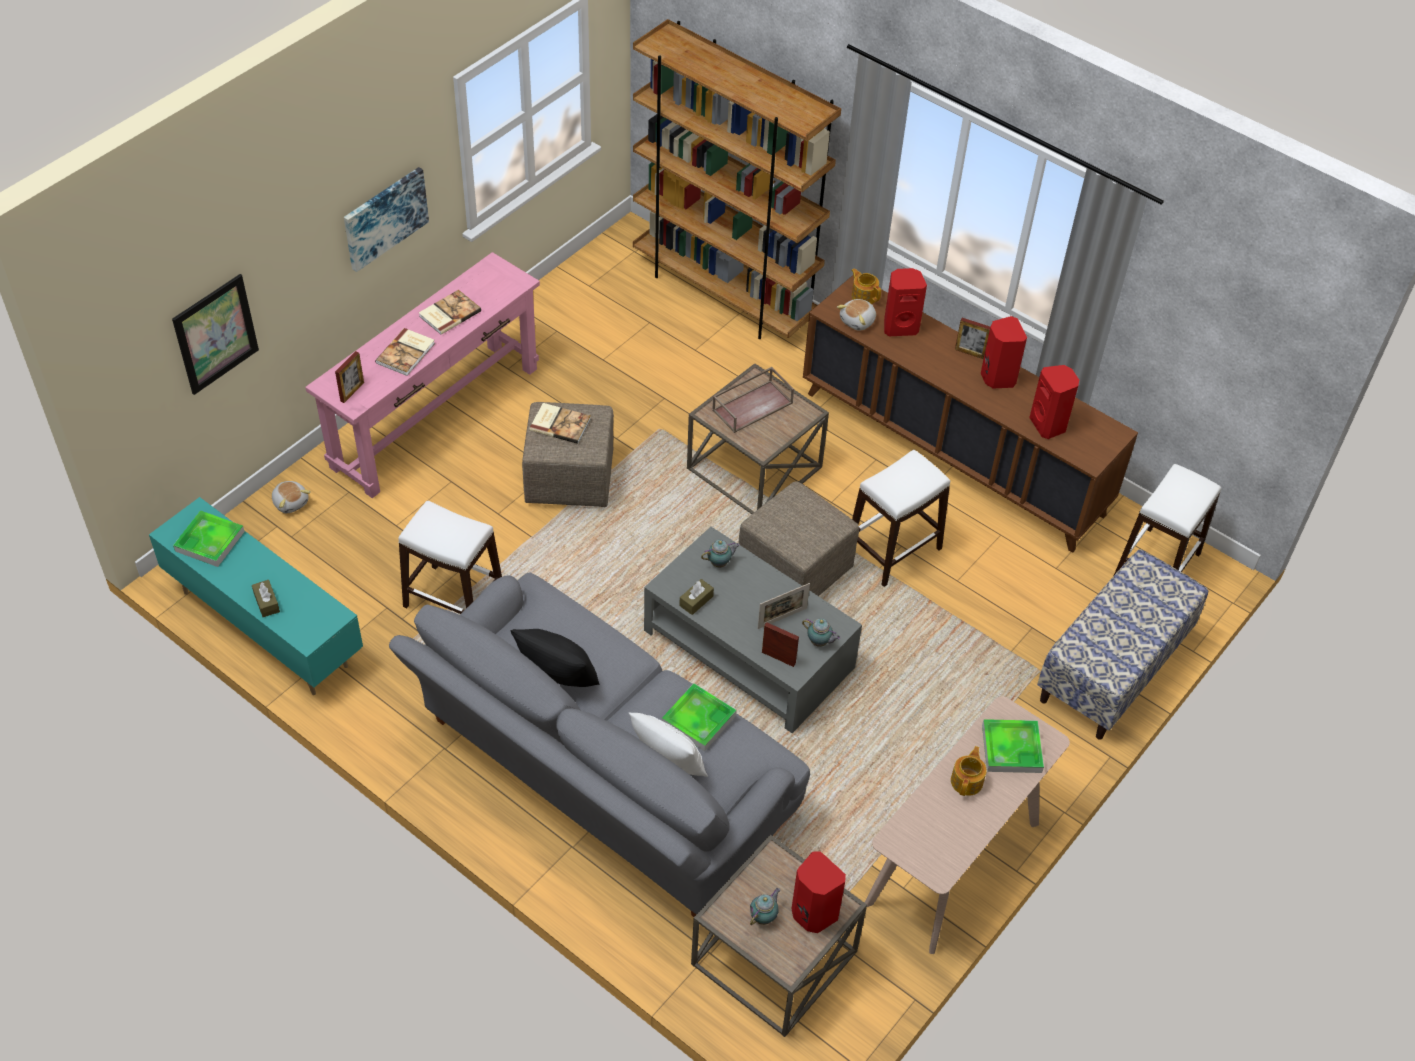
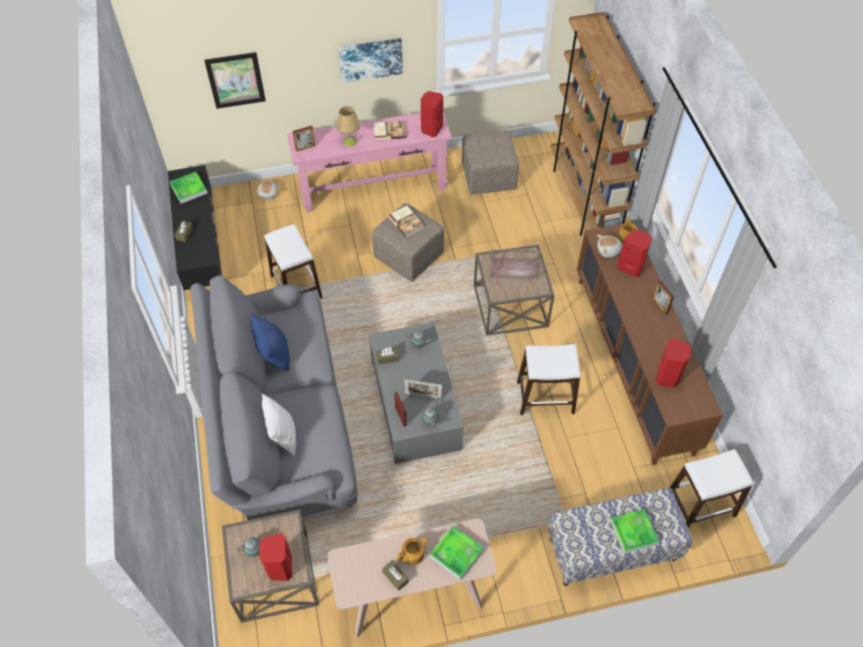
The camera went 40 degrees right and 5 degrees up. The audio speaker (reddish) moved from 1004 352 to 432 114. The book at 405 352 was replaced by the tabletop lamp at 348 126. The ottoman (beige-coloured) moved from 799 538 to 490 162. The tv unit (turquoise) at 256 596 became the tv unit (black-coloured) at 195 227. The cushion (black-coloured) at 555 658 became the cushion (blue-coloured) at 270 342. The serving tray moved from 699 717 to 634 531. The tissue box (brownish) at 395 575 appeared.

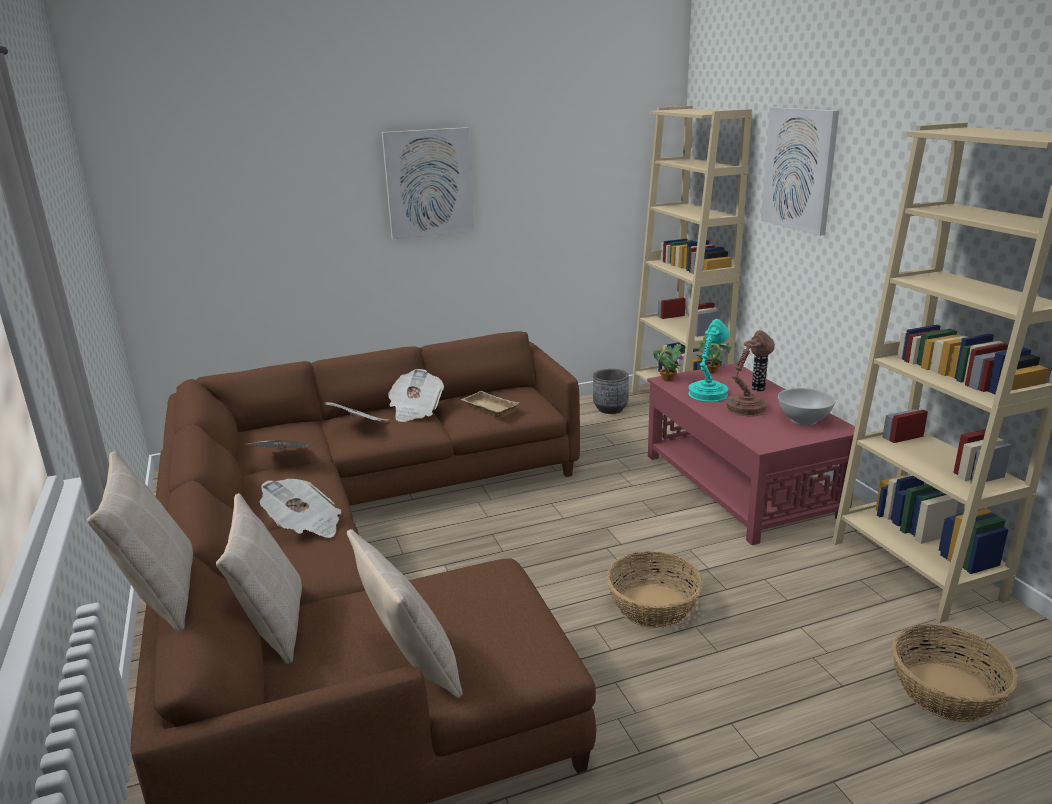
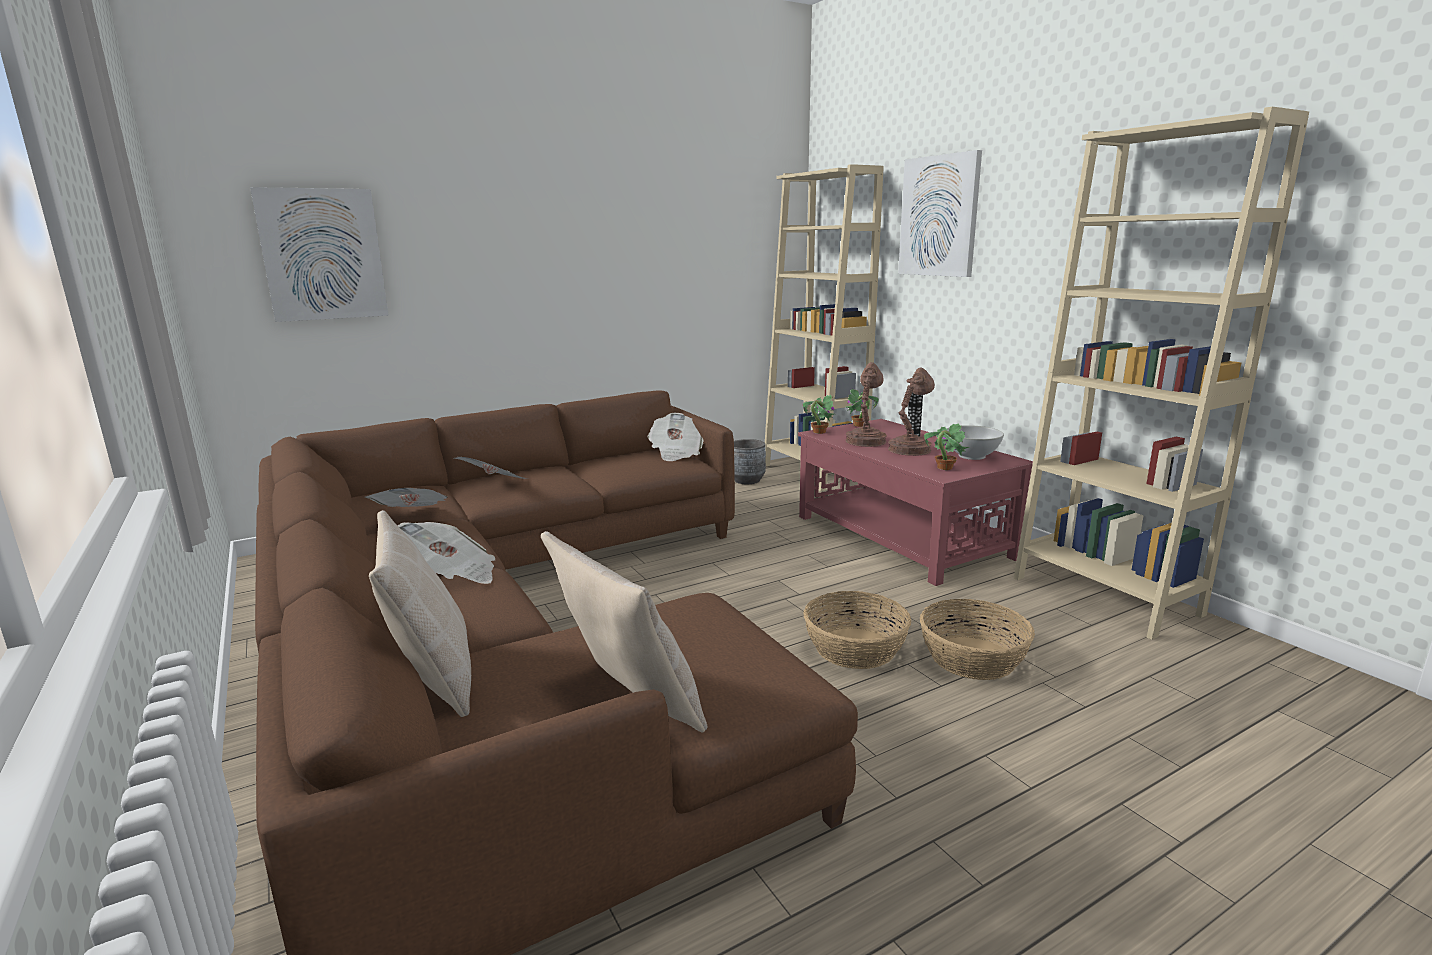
The camera went 10 degrees left and 5 degrees down. The wall art moved from 428 183 to 319 254. The tabletop lamp (turquoise) at 708 360 became the tabletop lamp (brownish) at 866 404. The printed paper moved from 416 395 to 675 437. The serving tray (beige-coloured) at 490 404 disappeared. The cushion (beige-coloured) at 140 541 disappeared. The basket moved from 955 673 to 977 639. The potted plant at 946 446 appeared.

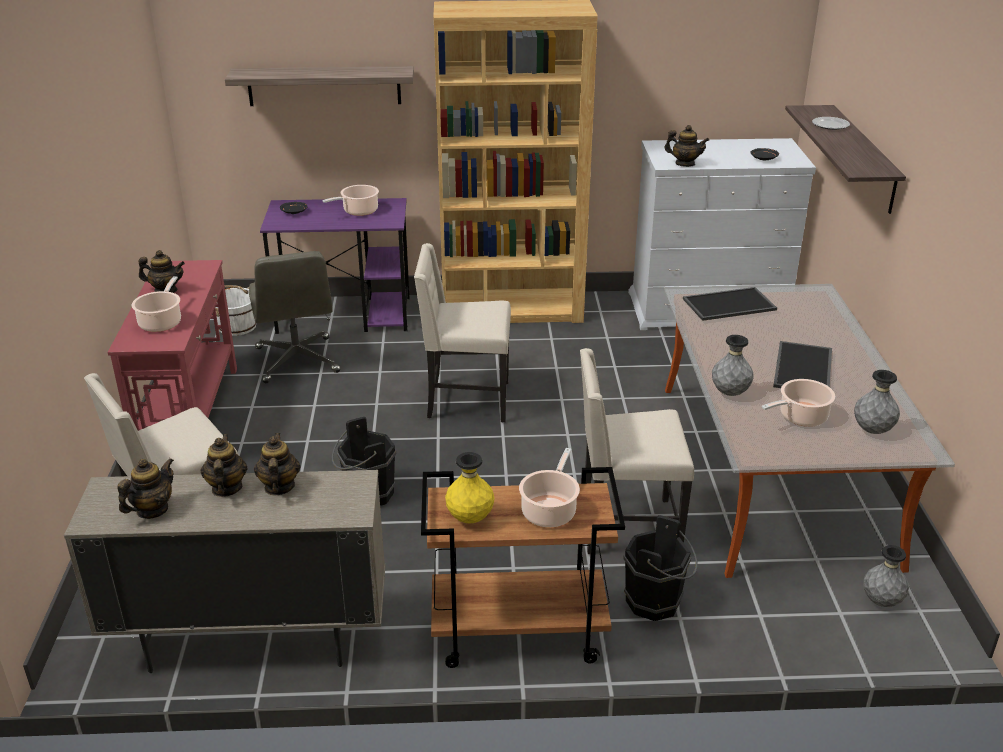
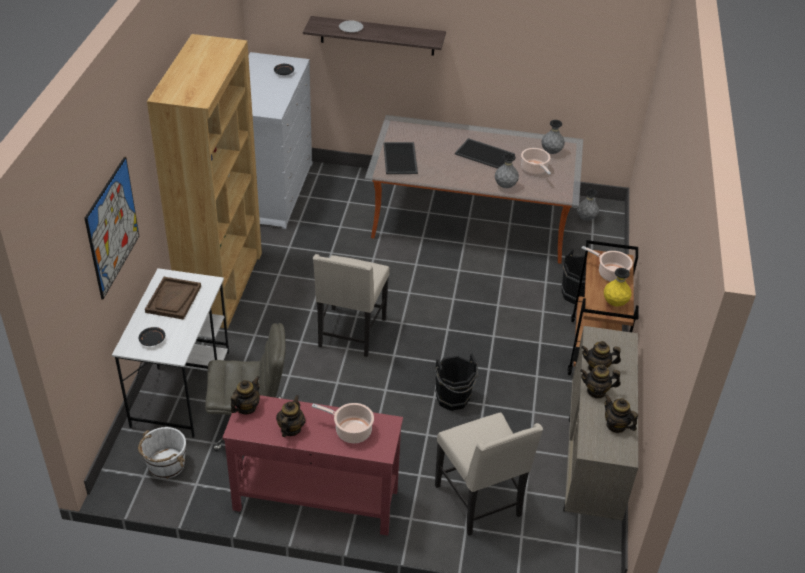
The camera went 80 degrees left and 10 degrees up. The bracket shelf at 319 86 was replaced by the wall art at 111 228. The teapot moved from 686 146 to 245 395. The stockpot at 350 200 was replaced by the serving tray (brownish) at 173 298. The desk unit (purplish) at 335 266 became the desk unit (white-coloured) at 170 353. The chair (beige-coloured) at 637 451 disappeared.

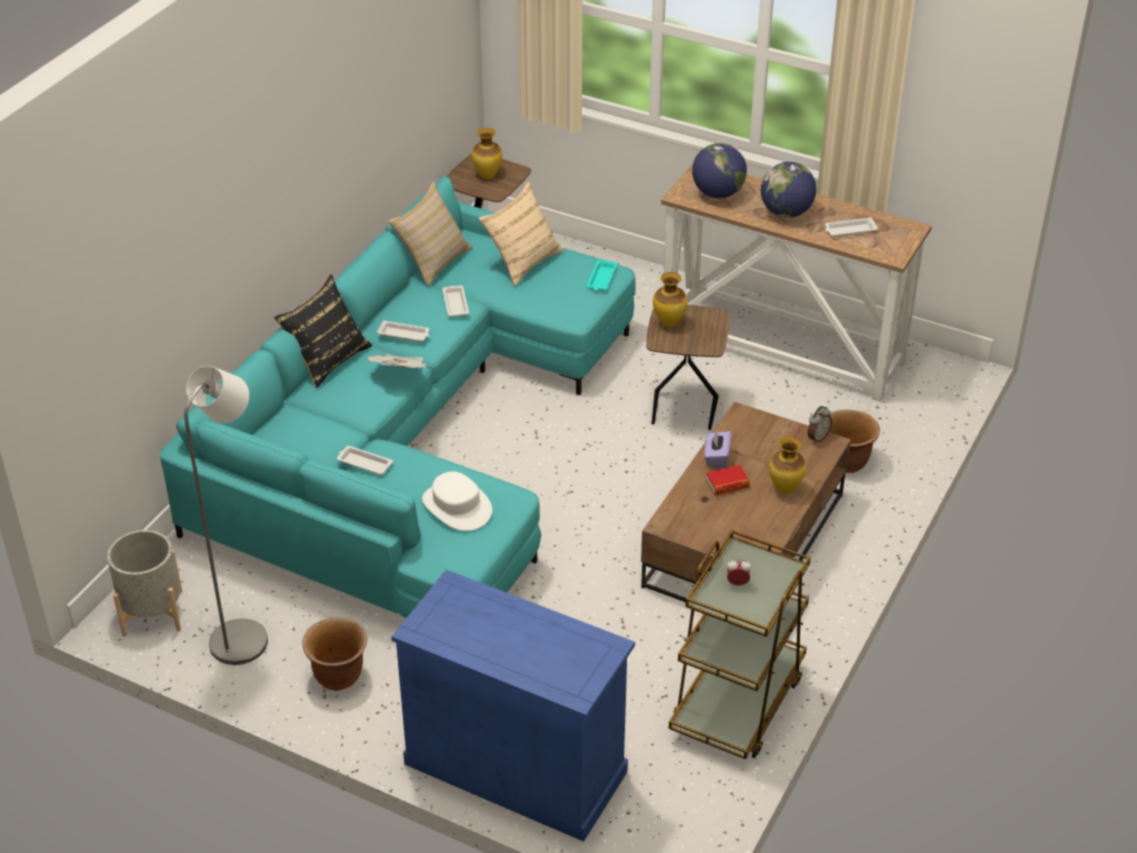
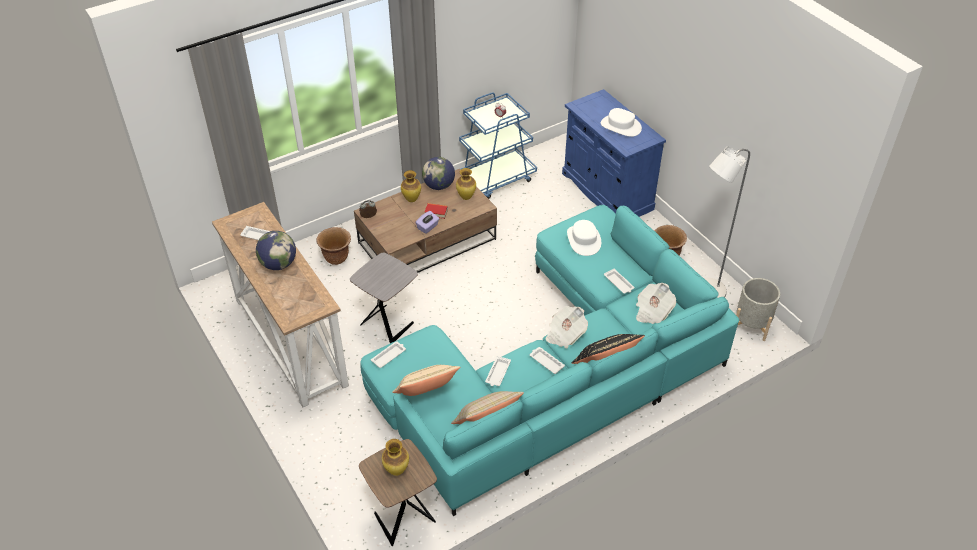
The camera went 150 degrees left and 5 degrees up. The desk globe moved from 719 170 to 438 173. The serving tray (turquoise) at 602 275 became the serving tray (white-coloured) at 388 354. The vase moved from 670 299 to 466 184. The end table (brownish) at 687 367 became the end table (gray) at 384 298. The trolley (brownish) at 739 644 became the trolley (blue-coloured) at 498 145. The hat (white-coloured) at 621 122 appeared. The printed paper at 656 303 appeared.

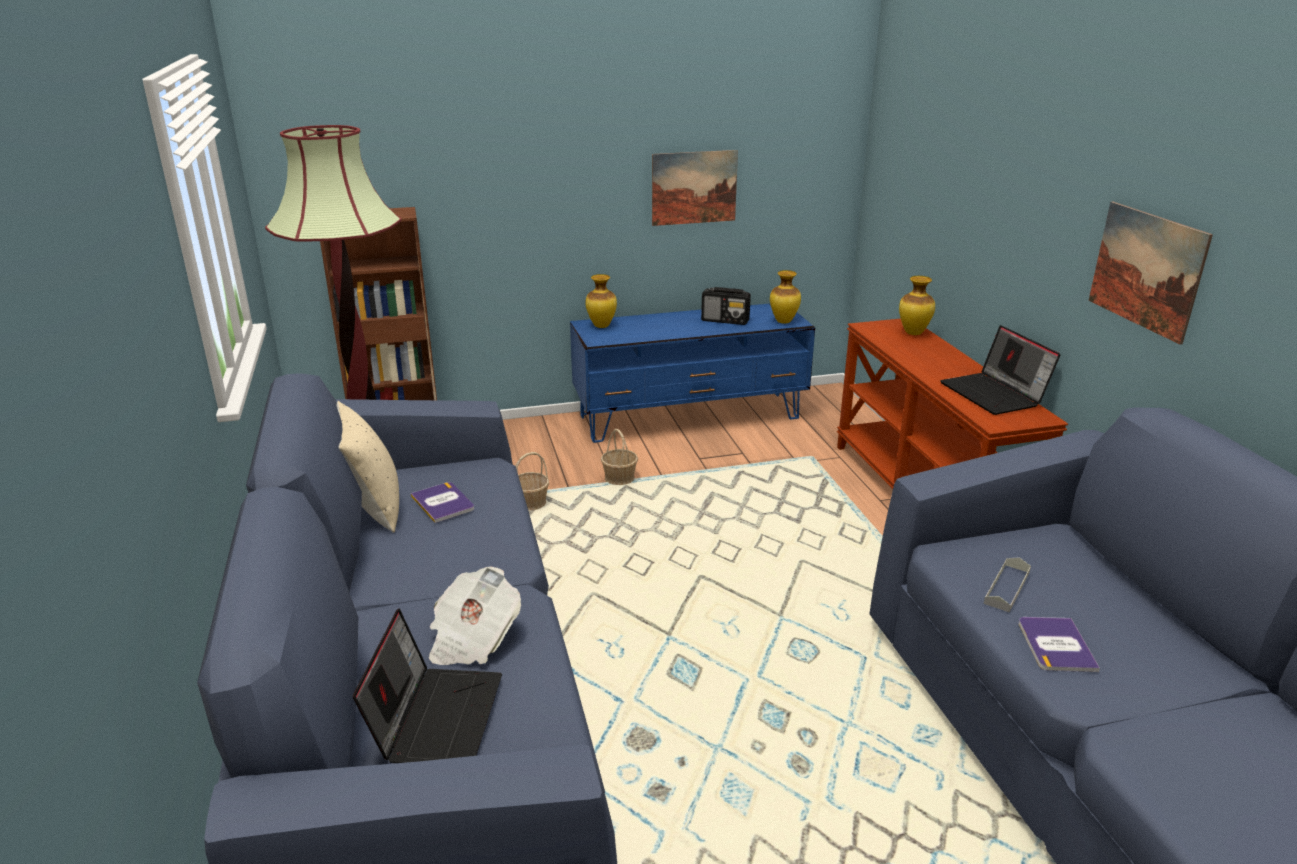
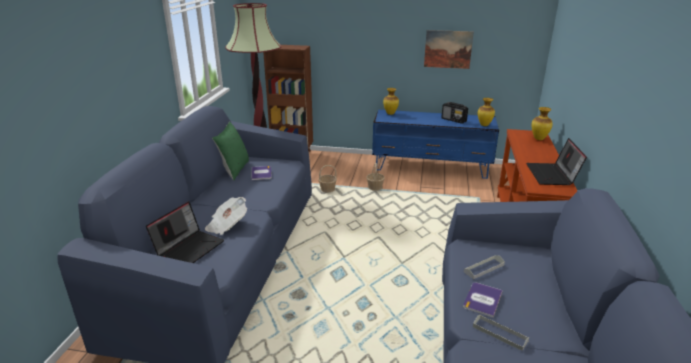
The camera went 25 degrees right and 0 degrees up. The wall art at 1150 273 disappeared. The cushion (beige-coloured) at 368 467 became the cushion (green) at 230 151. The serving tray (gray) at 501 333 appeared.

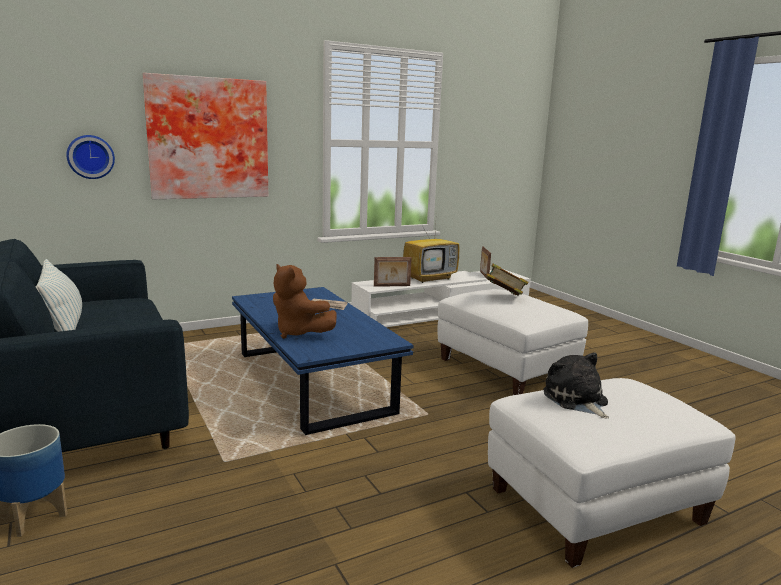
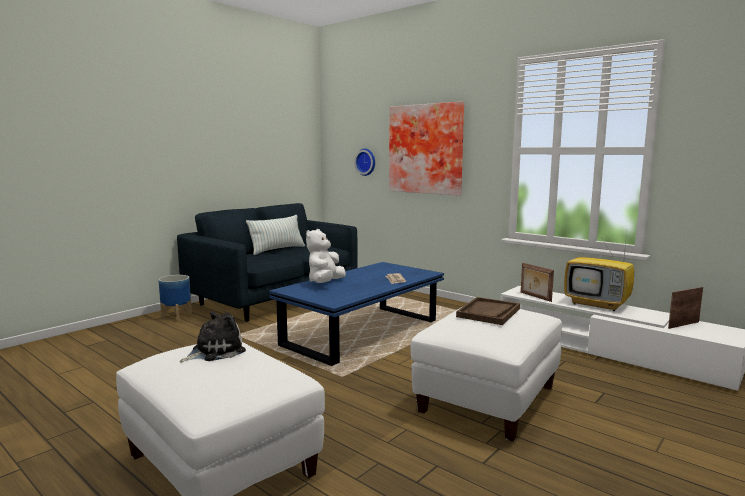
The camera went 70 degrees right and 5 degrees down. The book at 506 279 was replaced by the serving tray (brownish) at 488 311. The plush toy (brownish) at 305 301 became the plush toy (white-coloured) at 326 256.

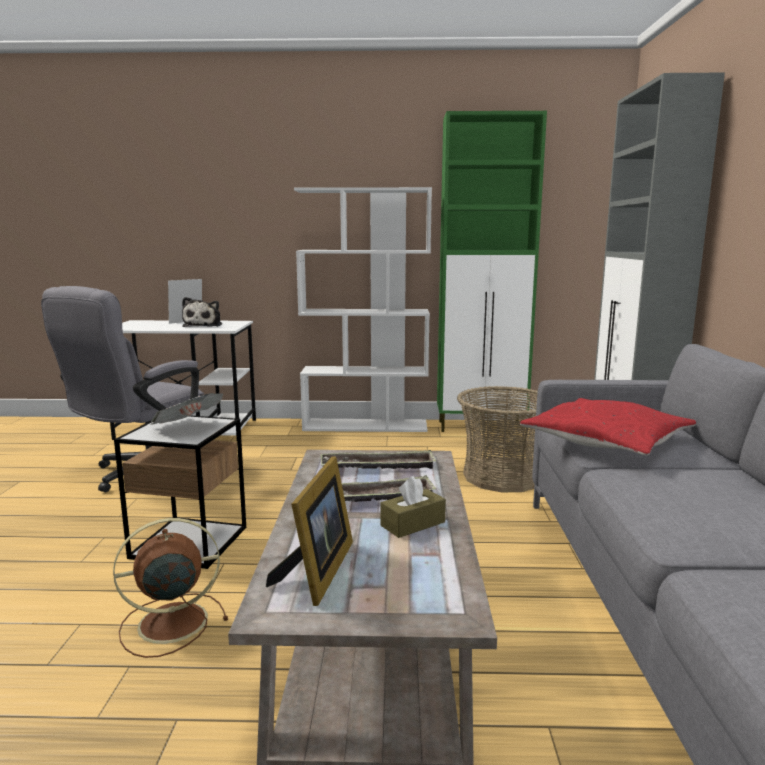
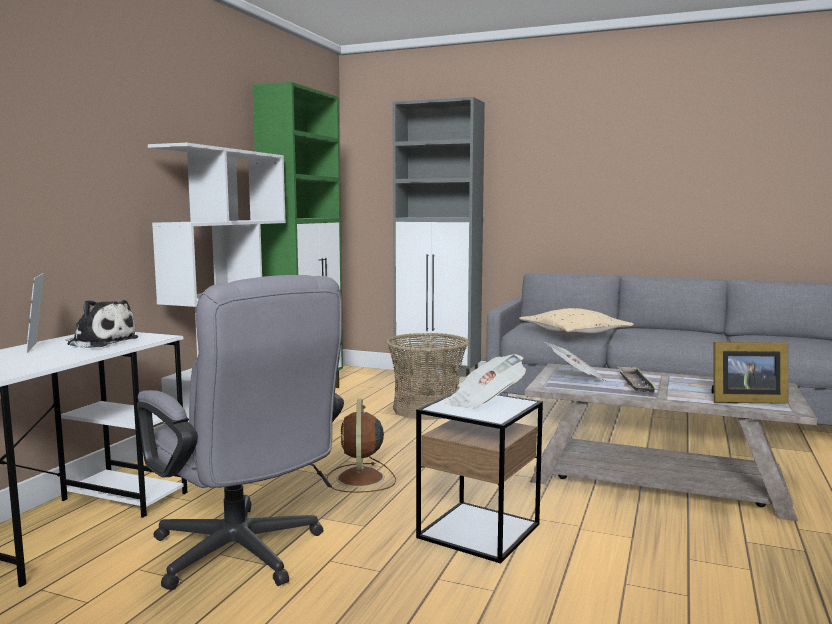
The camera went 70 degrees left and 5 degrees down. The cushion (reddish) at 608 427 became the cushion (beige-coloured) at 576 321. The serving tray at 378 459 was replaced by the printed paper at 577 362. The standing frame at 309 531 turned 150 degrees clockwise. The tissue box (brownish) at 413 507 disappeared. The fan (brownish) moved from 170 588 to 361 446.

